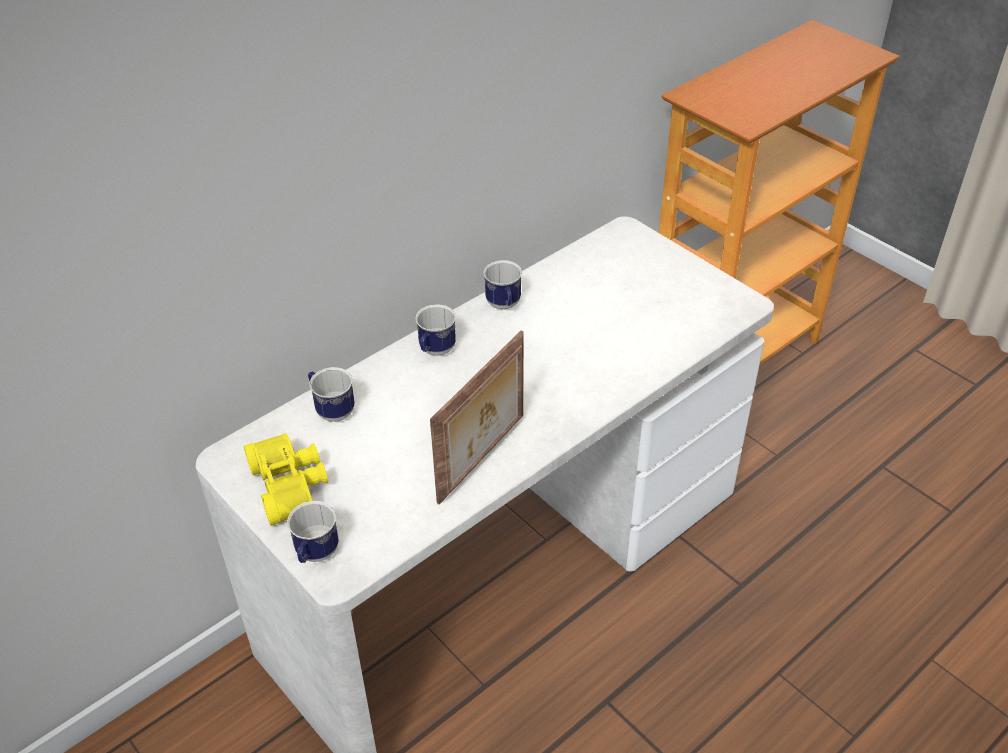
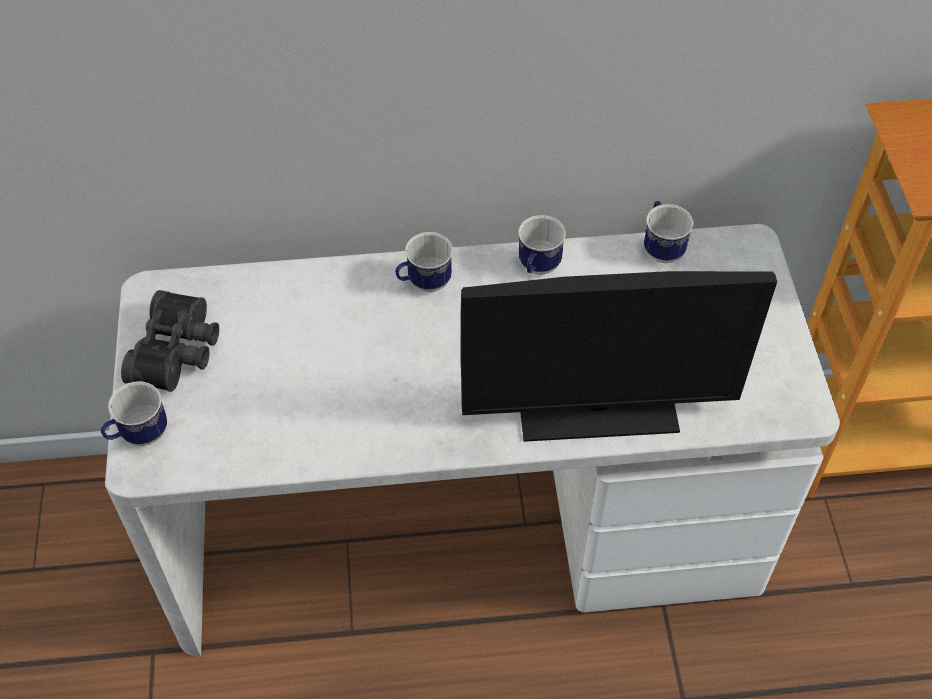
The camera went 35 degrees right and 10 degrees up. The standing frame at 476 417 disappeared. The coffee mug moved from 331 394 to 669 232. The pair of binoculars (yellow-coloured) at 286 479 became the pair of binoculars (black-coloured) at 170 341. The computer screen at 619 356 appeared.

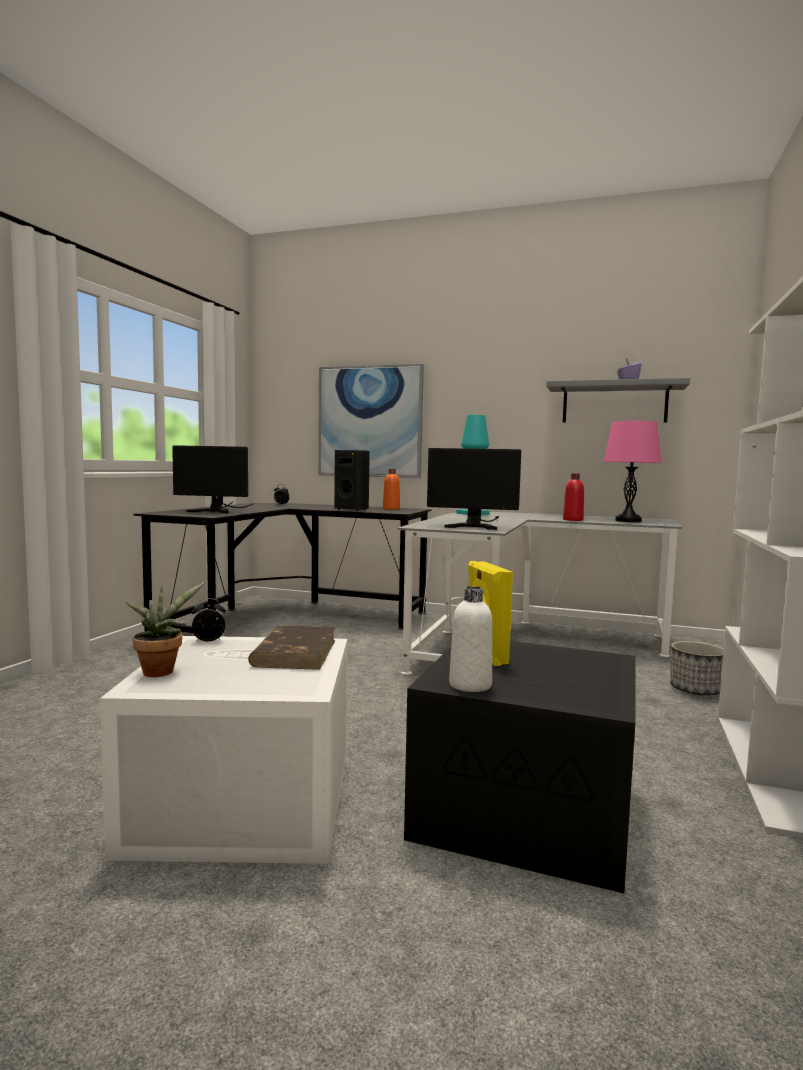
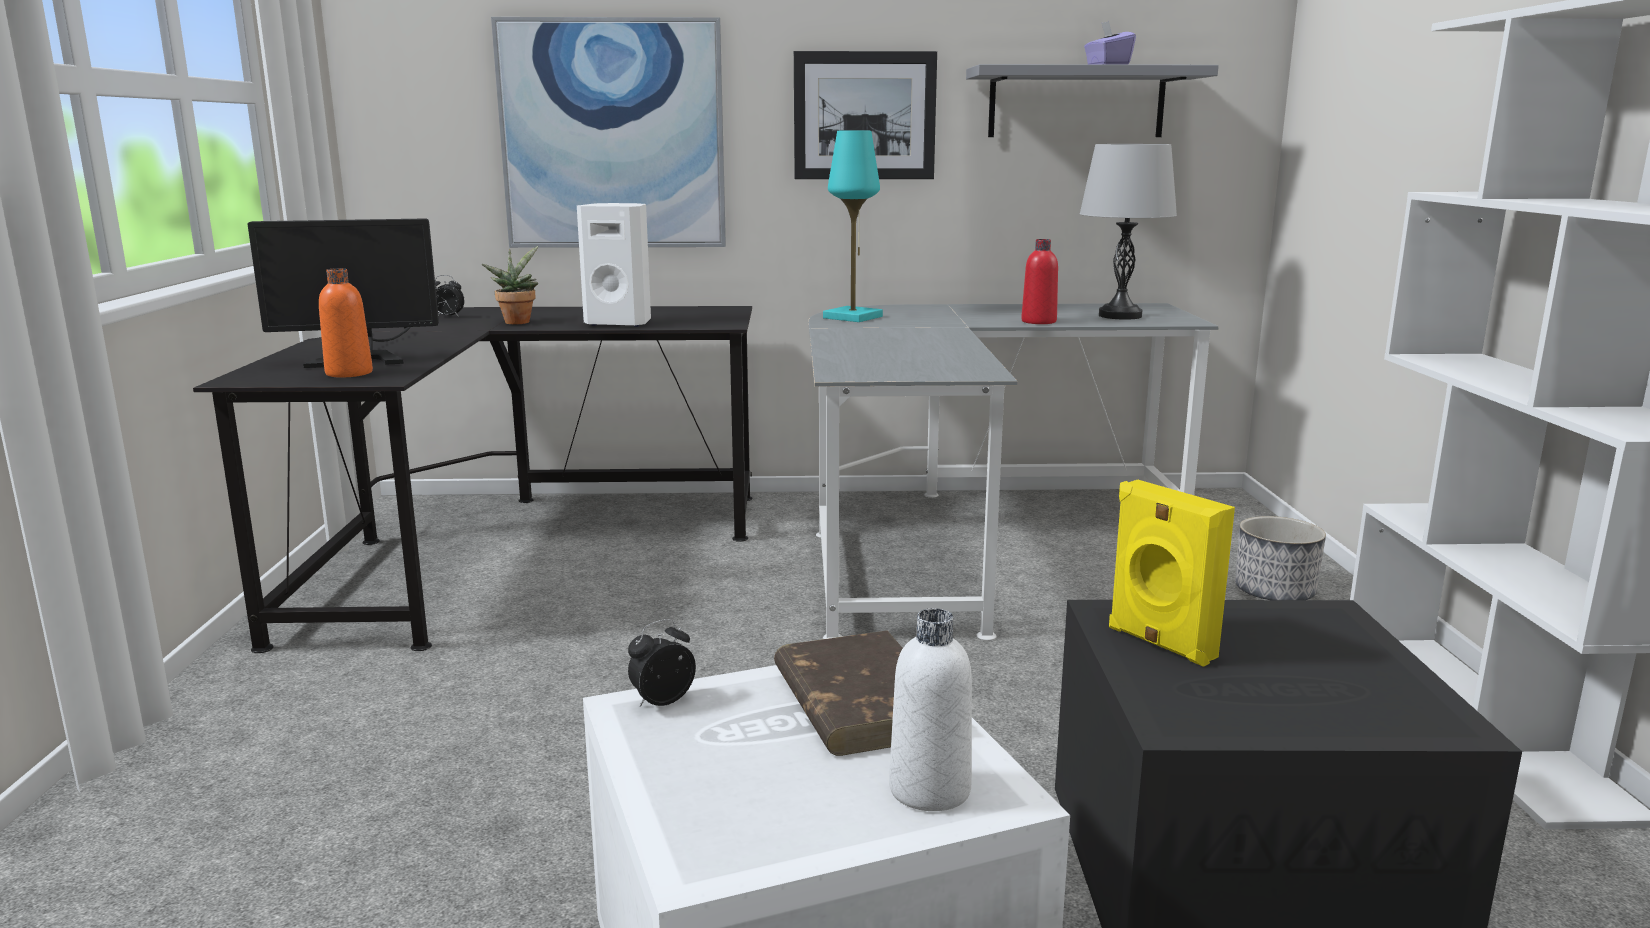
The camera went 20 degrees left and 10 degrees up. The tabletop lamp (pinkish) at 632 471 became the tabletop lamp (gray) at 1128 232. The computer screen at 474 489 disappeared. The audio speaker (black-coloured) at 352 480 became the audio speaker (white-coloured) at 614 265. The bottle (orange-coloured) moved from 391 489 to 346 323. The potted plant moved from 165 629 to 510 285. The bottle (white-coloured) moved from 470 639 to 930 709. The wall art at 865 115 appeared.

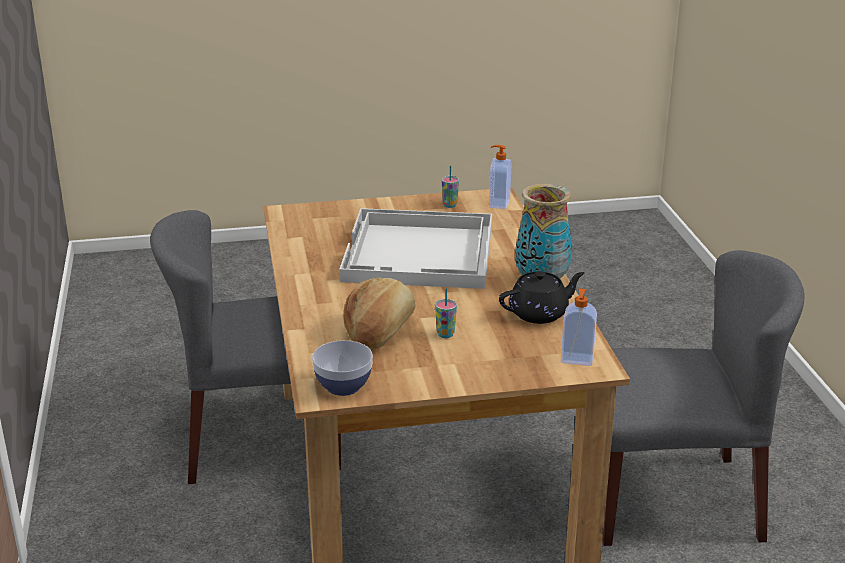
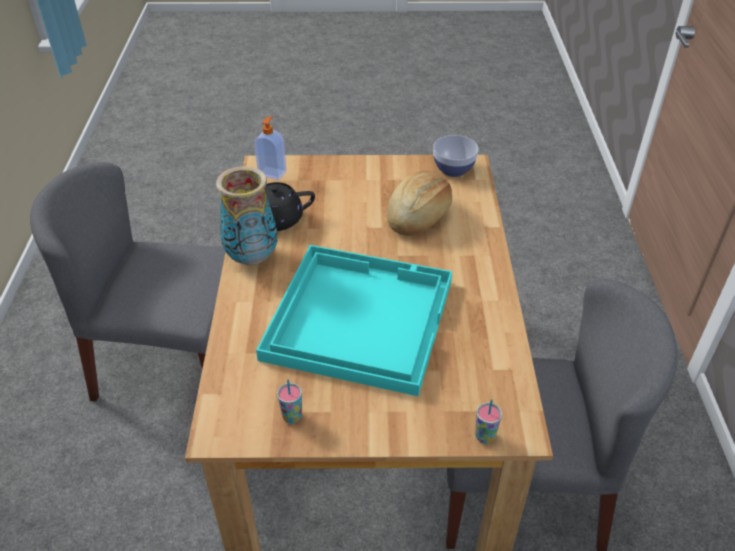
The camera went 170 degrees left and 15 degrees up. The soap dispenser at 500 177 disappeared. The serving tray (white-coloured) at 415 248 became the serving tray (turquoise) at 354 320. The cup moved from 446 313 to 488 421.

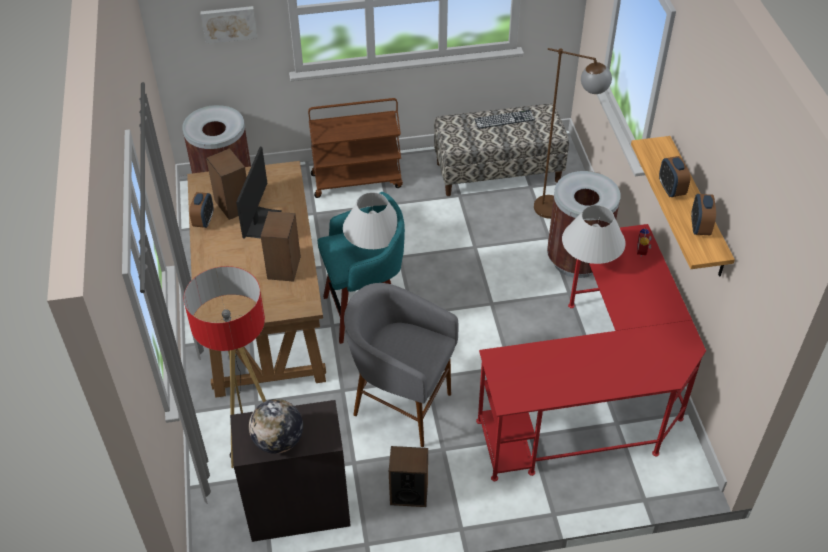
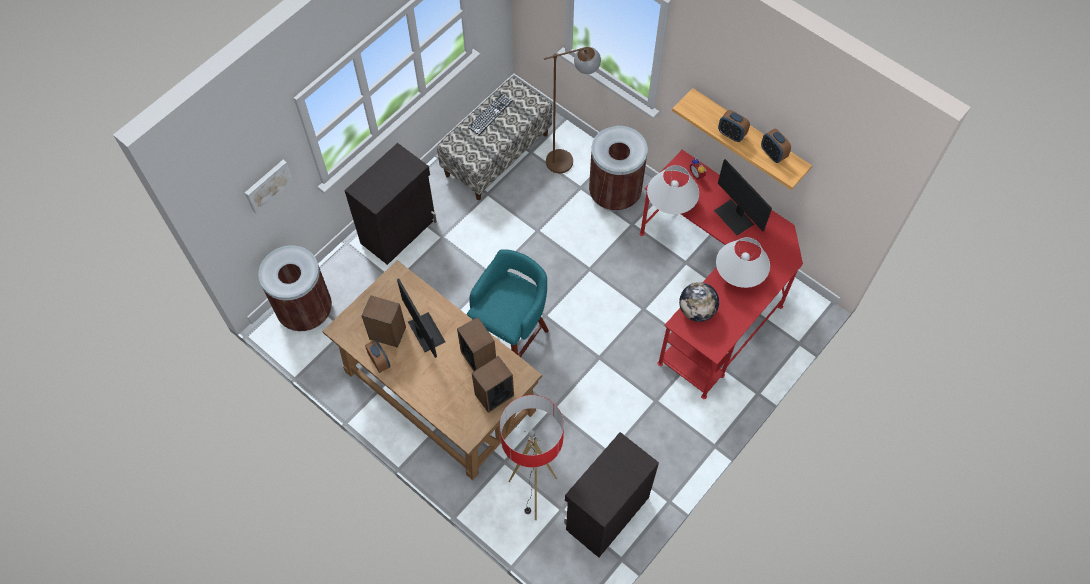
The camera went 40 degrees left and 15 degrees up. The trolley (brownish) at 355 148 was replaced by the cabinet (black-coloured) at 390 204. The tabletop lamp (white-coloured) moved from 370 220 to 743 262. The stool seat (gray) at 401 365 disappeared. The desk globe moved from 276 426 to 699 302. The audio speaker moved from 408 476 to 493 384. The computer screen at 743 197 appeared.

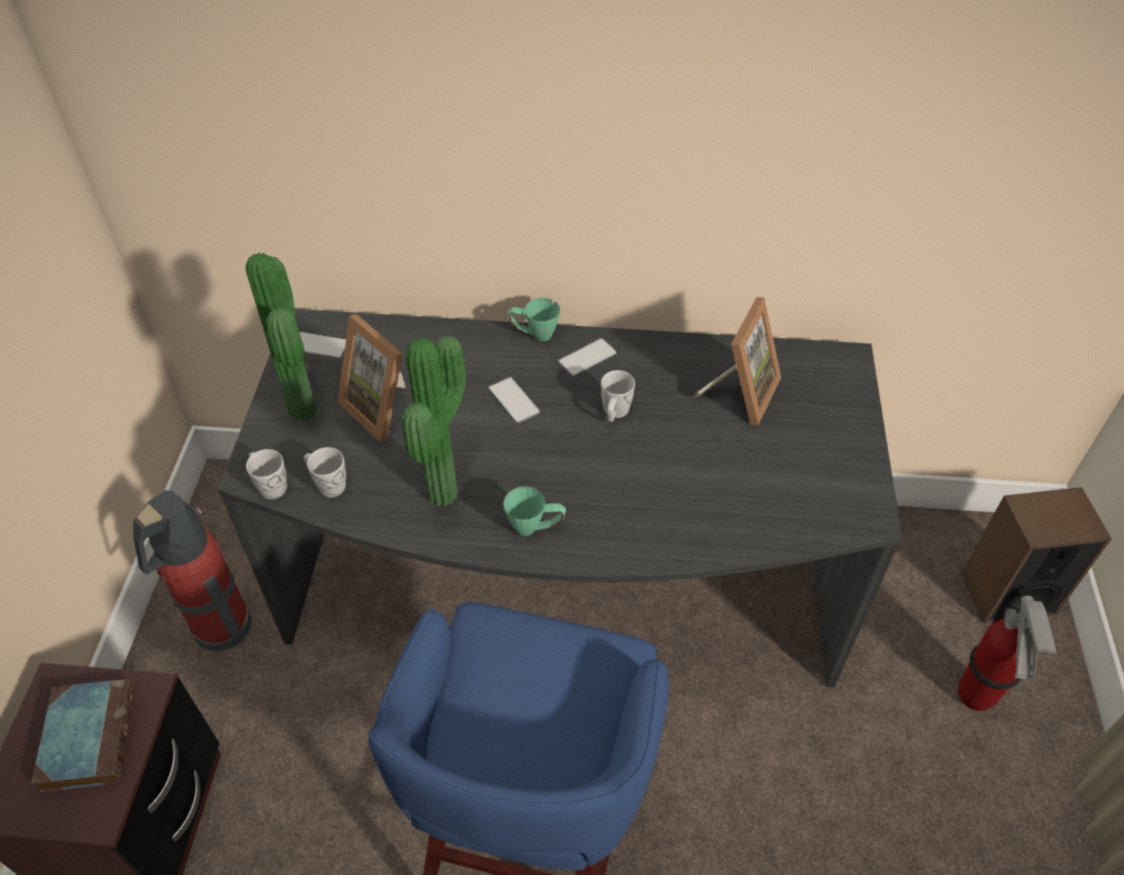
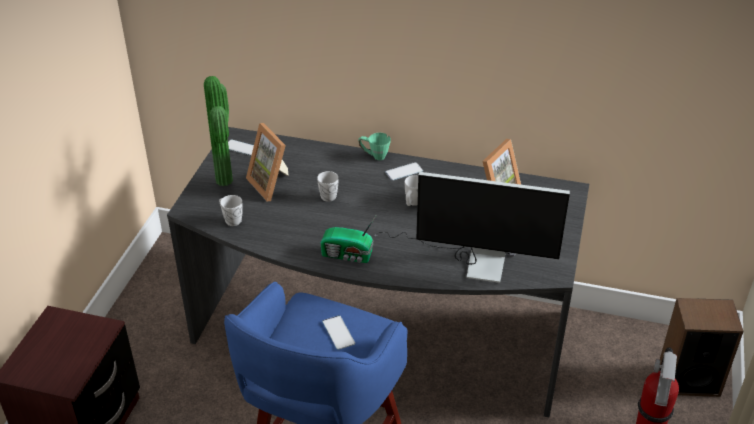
The camera went 10 degrees right and 10 degrees down. The potted plant at 434 421 disappeared. The handset moved from 514 400 to 338 332. The coffee mug (white-coloured) moved from 266 474 to 328 186. The coffee mug (green) at 534 511 was replaced by the radio set at 348 239. The extinguisher at 192 570 disappeared. The book at 83 736 disappeared. The computer screen at 472 227 appeared.

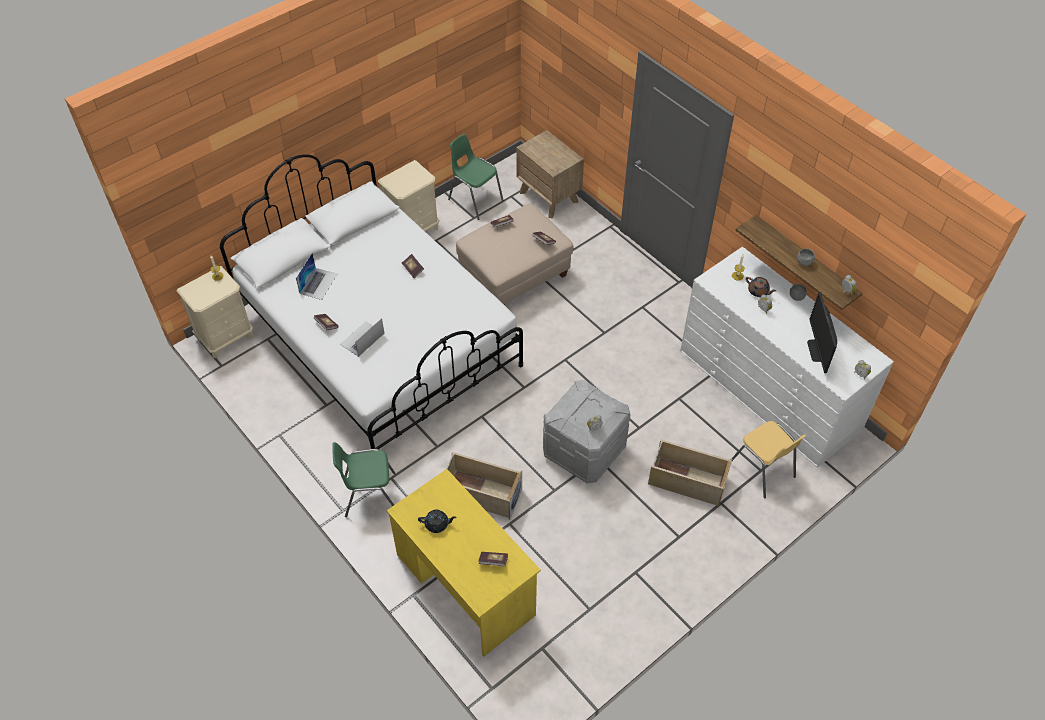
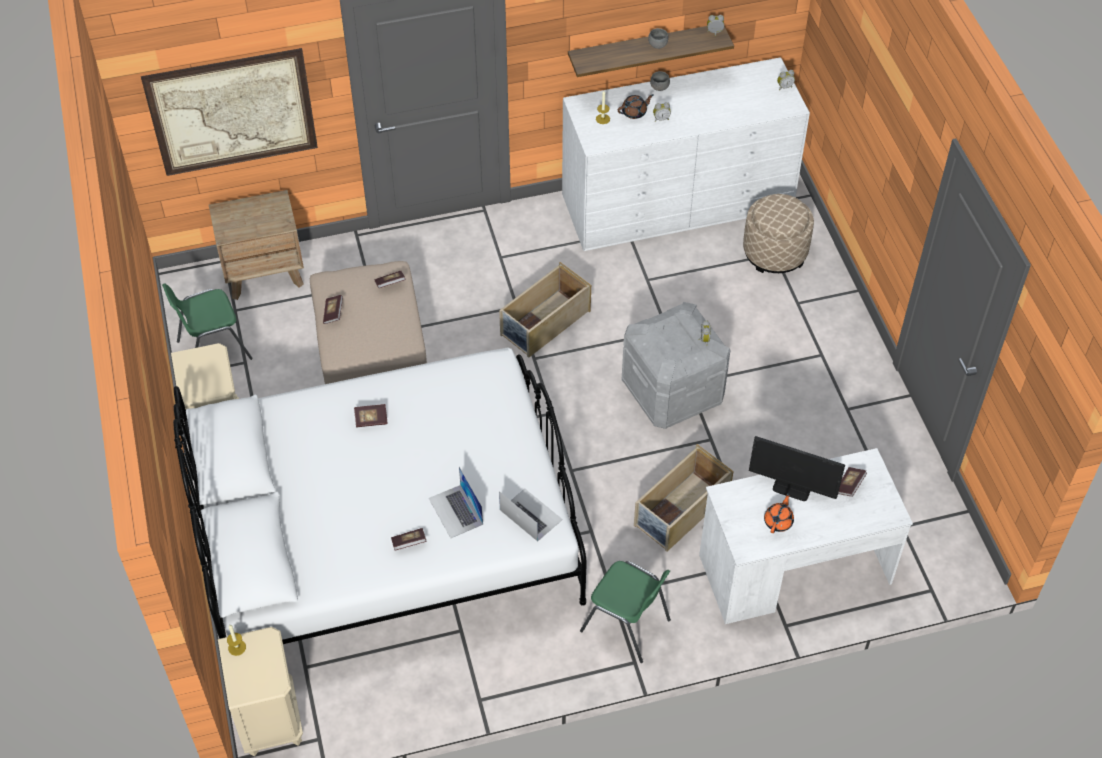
The camera went 65 degrees left and 0 degrees up. The notebook computer moved from 316 276 to 531 515. The computer screen moved from 822 332 to 797 468. The chair (yellow-coloured) at 769 459 was replaced by the ottoman (beige-coloured) at 778 233. The storage container (beige-coloured) moved from 690 473 to 545 310. The chair (green) at 364 479 turned 75 degrees counterclockwise. The desk unit (yellow-coloured) at 464 563 became the desk unit (white-coloured) at 806 536. The teapot (black-coloured) at 437 521 became the teapot (orange-coloured) at 779 513. The wall art at 229 112 appeared.

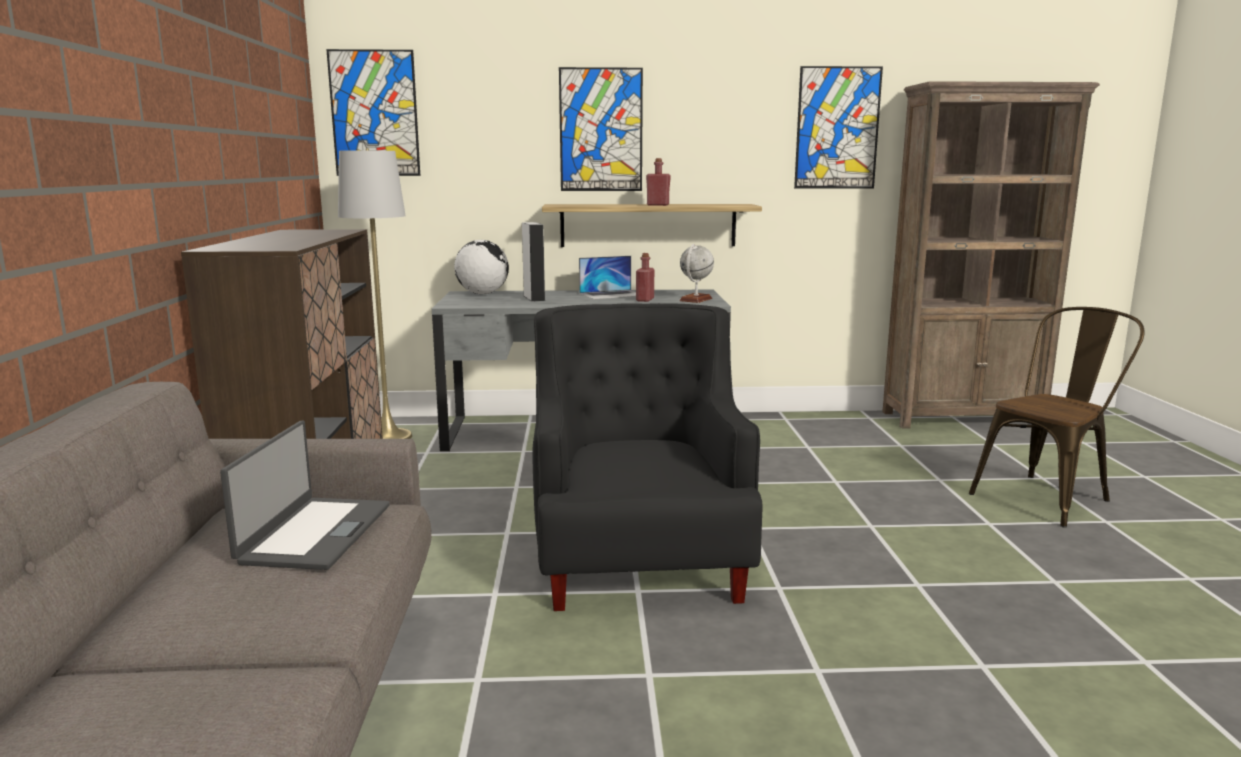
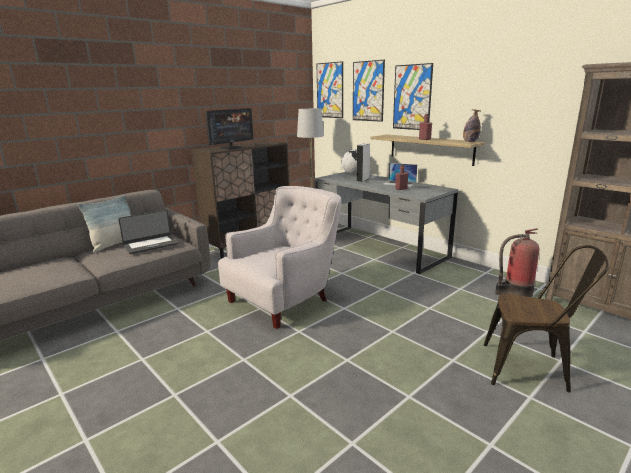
The camera went 50 degrees right and 5 degrees up. The wall art moved from 838 127 to 369 91. The desk globe at 696 273 disappeared. The armchair (black-coloured) at 647 457 became the armchair (white-coloured) at 279 257. The computer screen at 229 128 appeared. The bottle at 472 125 appeared. The cushion at 104 224 appeared. The extinguisher at 517 262 appeared.

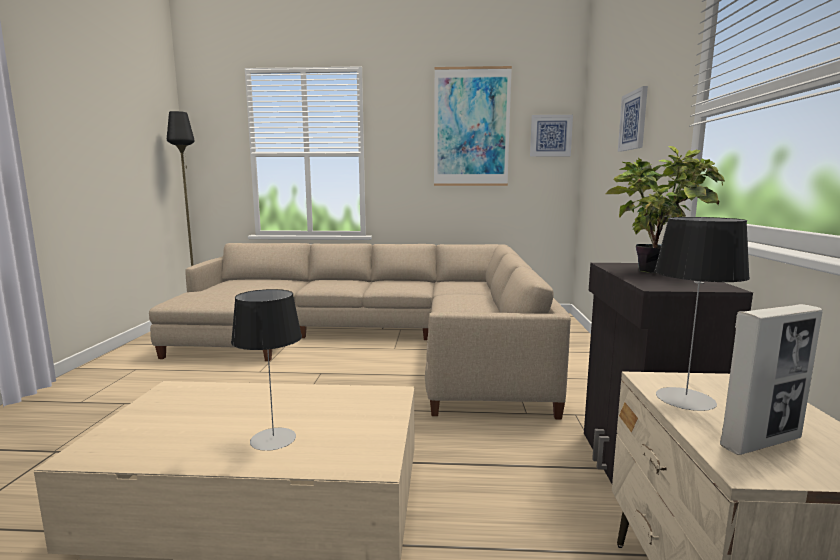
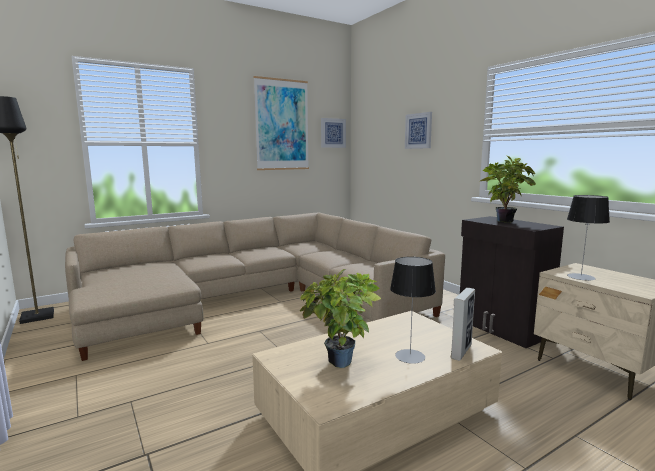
The camera went 35 degrees left and 0 degrees up. The standing frame moved from 771 379 to 463 324. The potted plant at 340 318 appeared.

